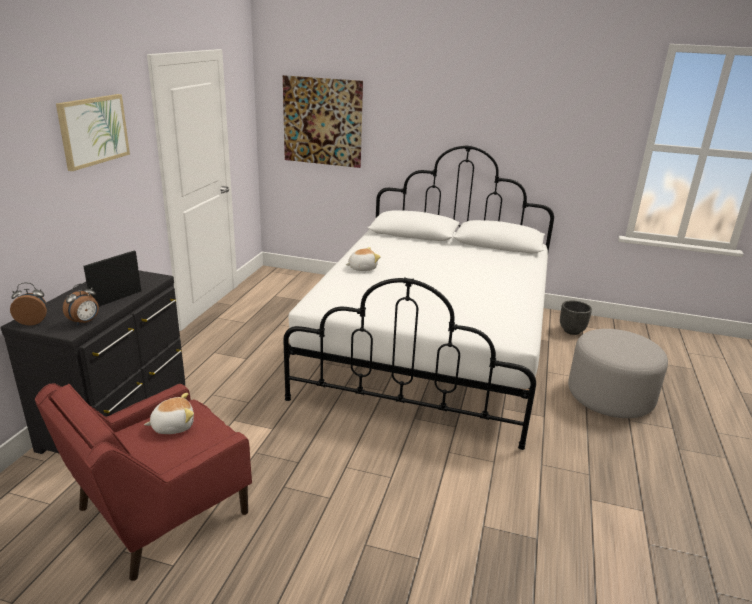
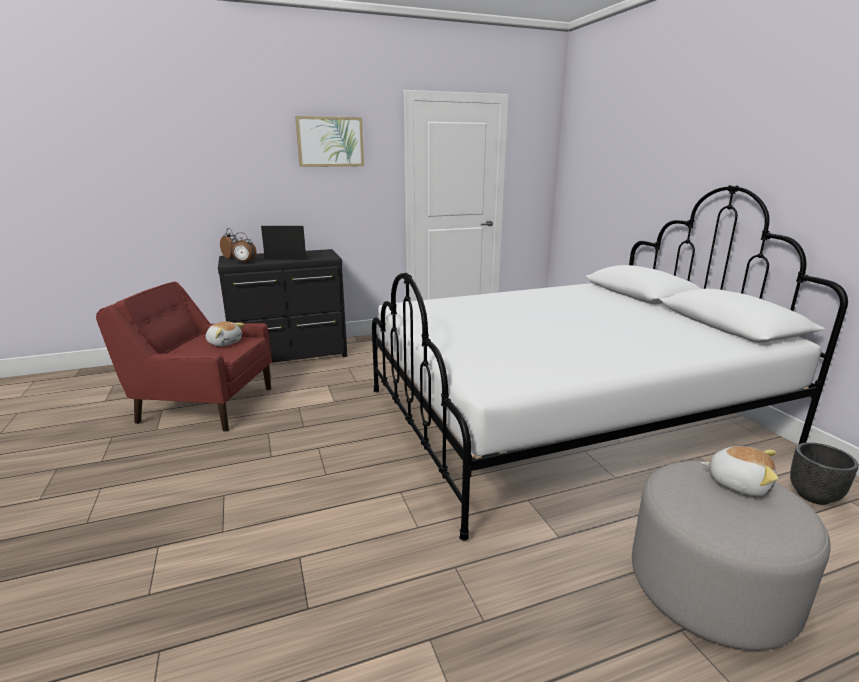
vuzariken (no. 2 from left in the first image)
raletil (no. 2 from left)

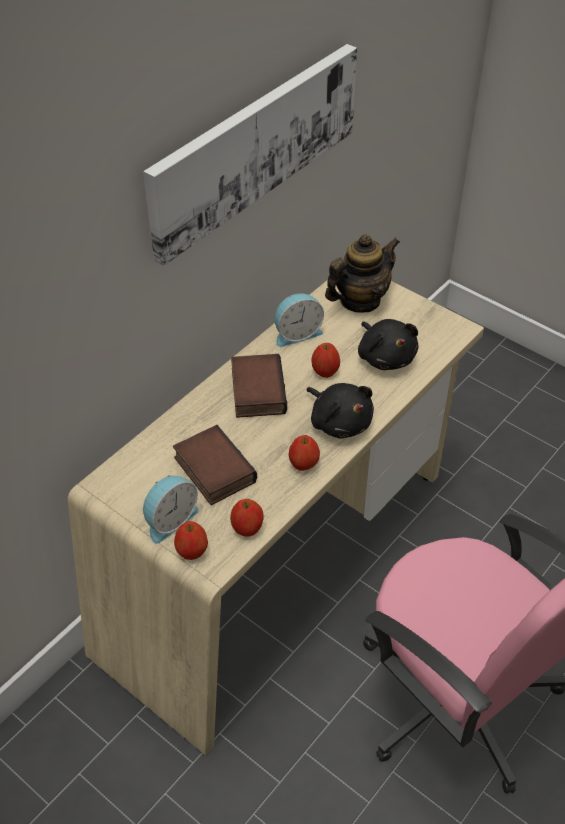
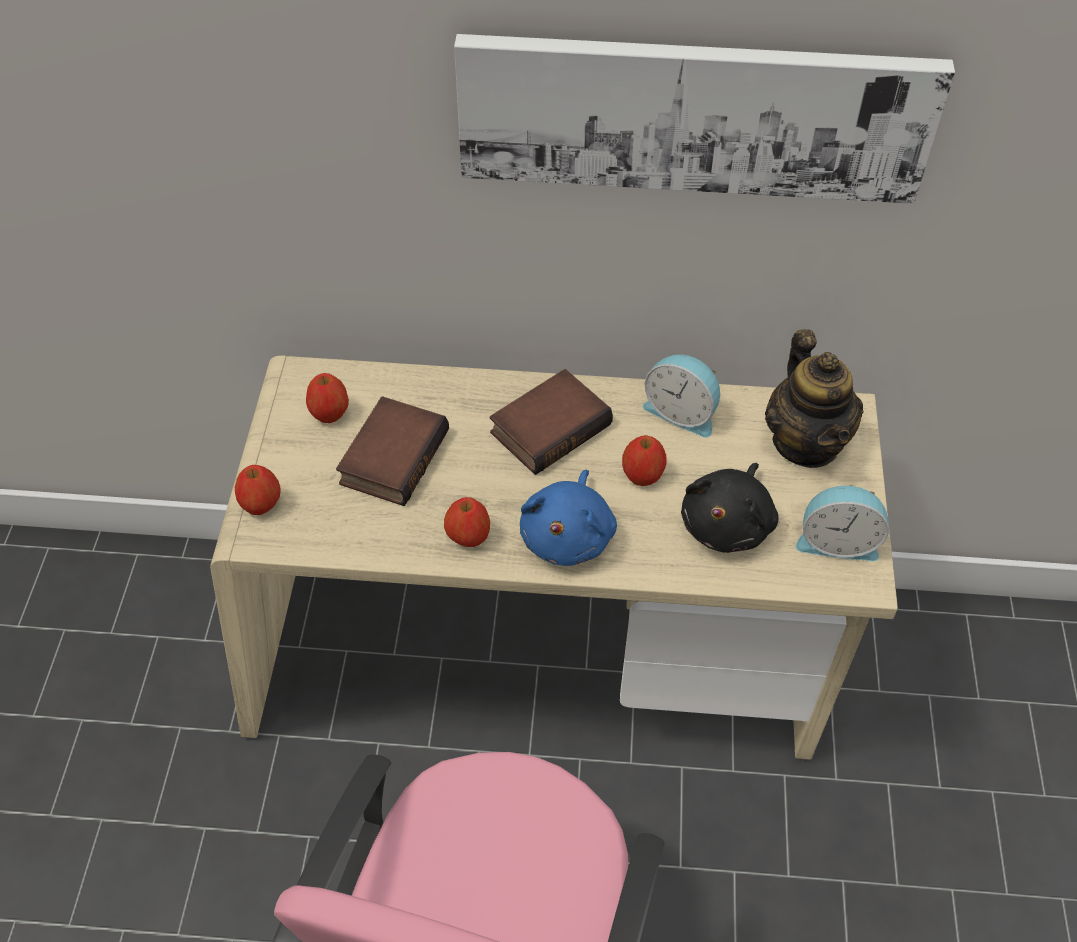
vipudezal
raletil (blue)
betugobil (no. 2 from left)
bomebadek (no. 2 from left)

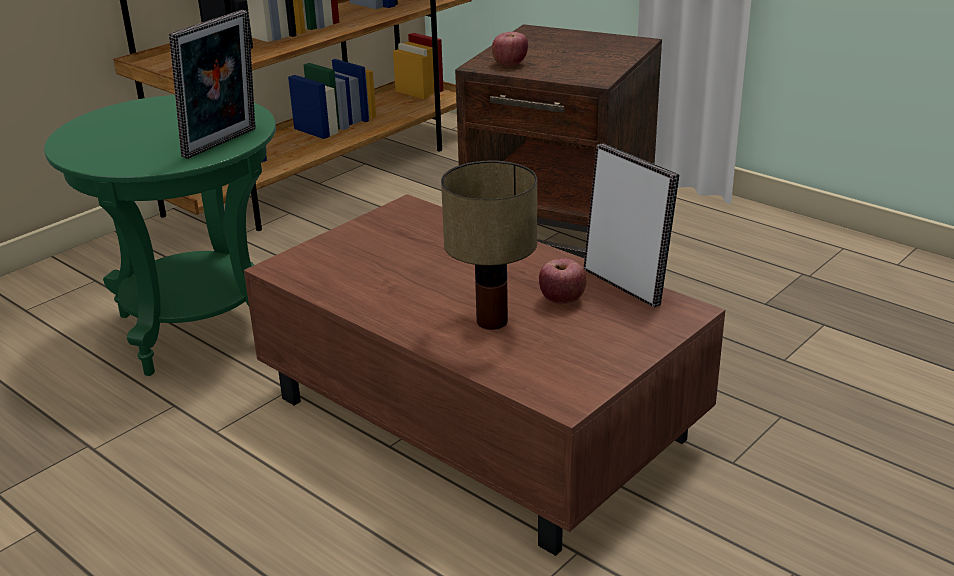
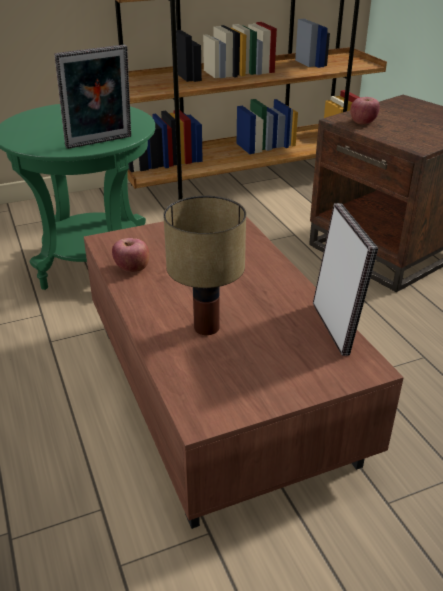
bomebadek (no. 1 from left)

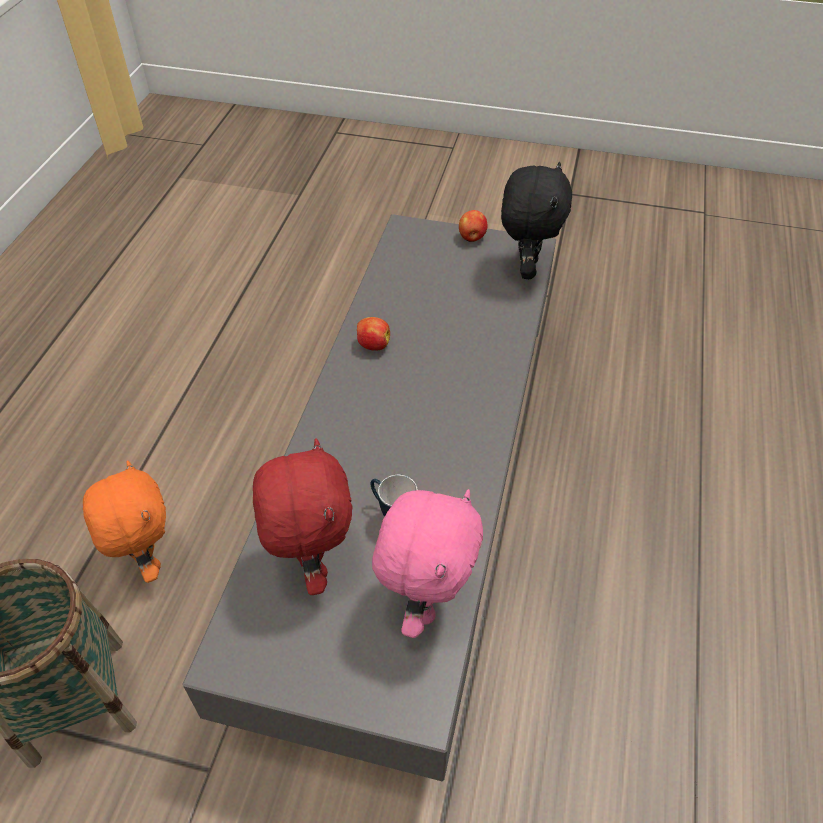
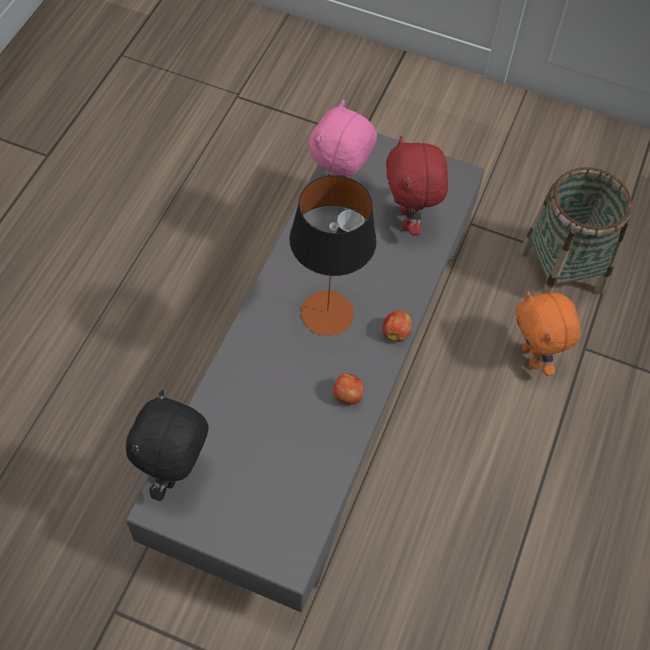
bomebadek (no. 2 from left)
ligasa

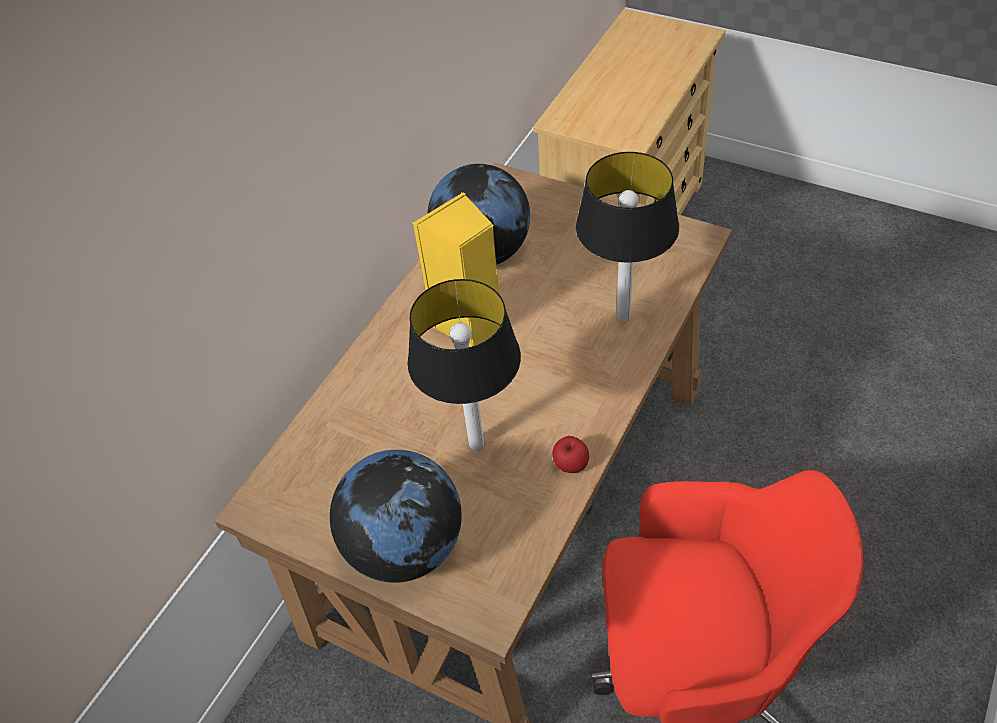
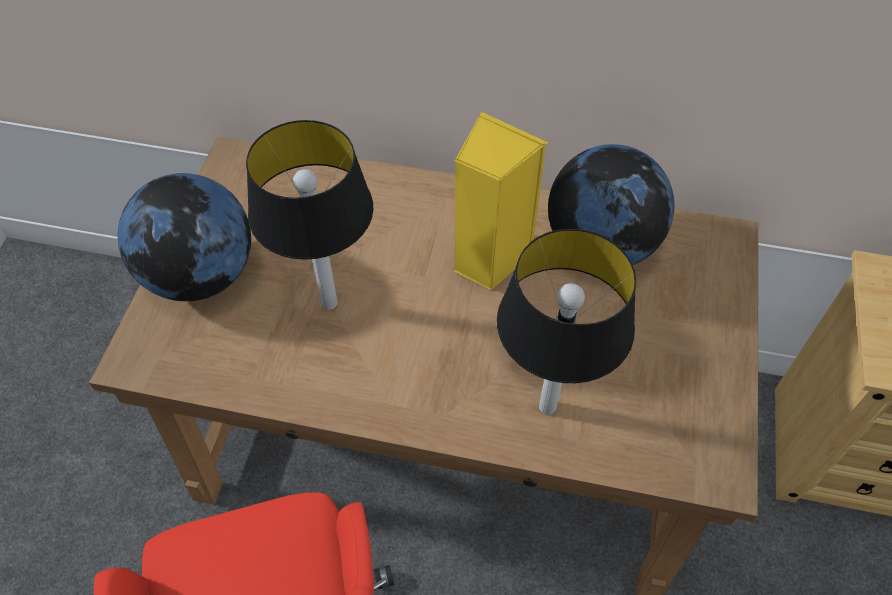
bomebadek

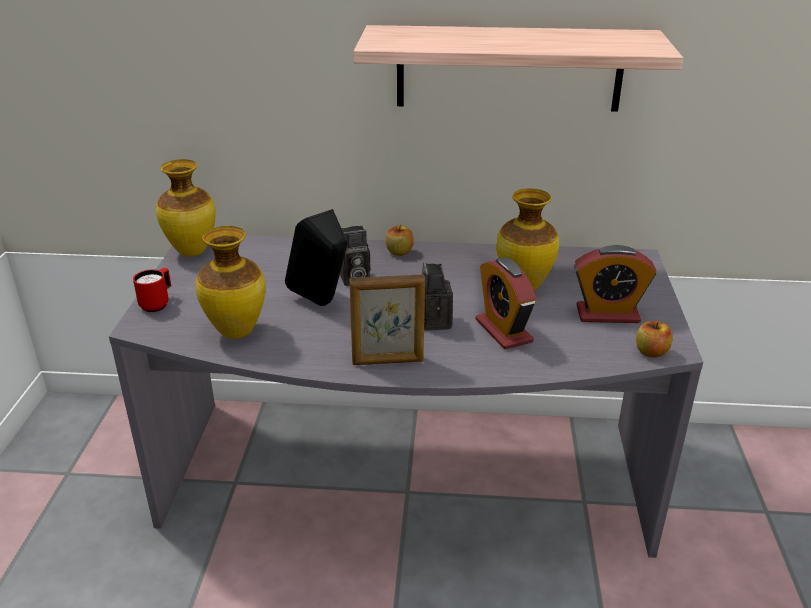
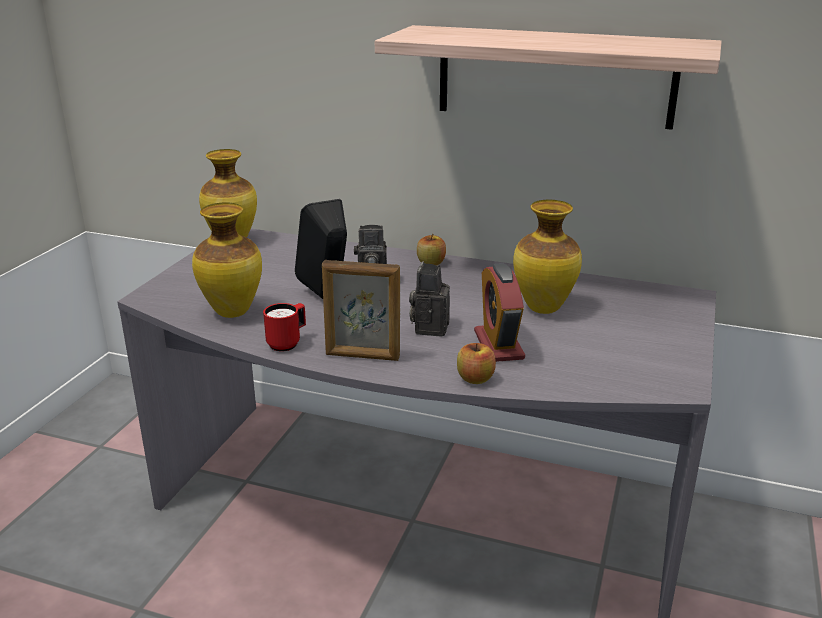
betugobil (no. 2 from left in the first image)
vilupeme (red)
bomebadek (no. 2 from left)

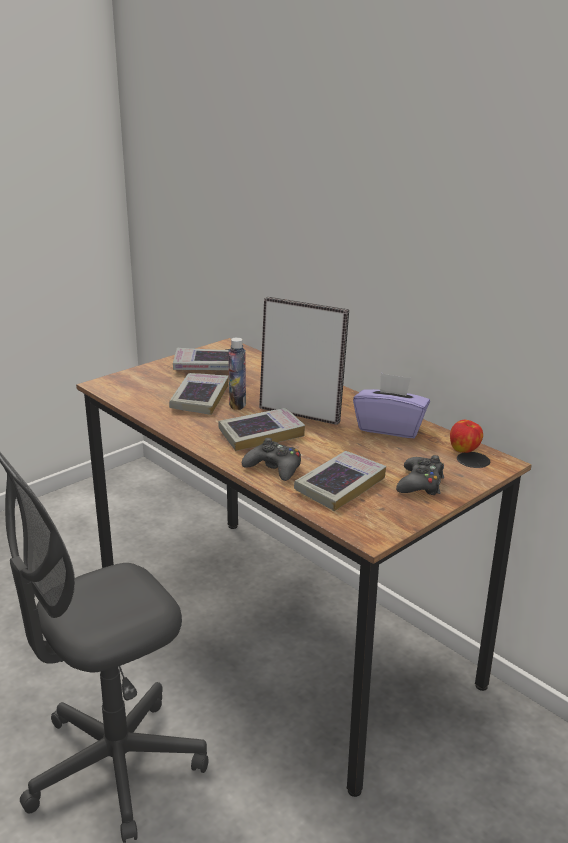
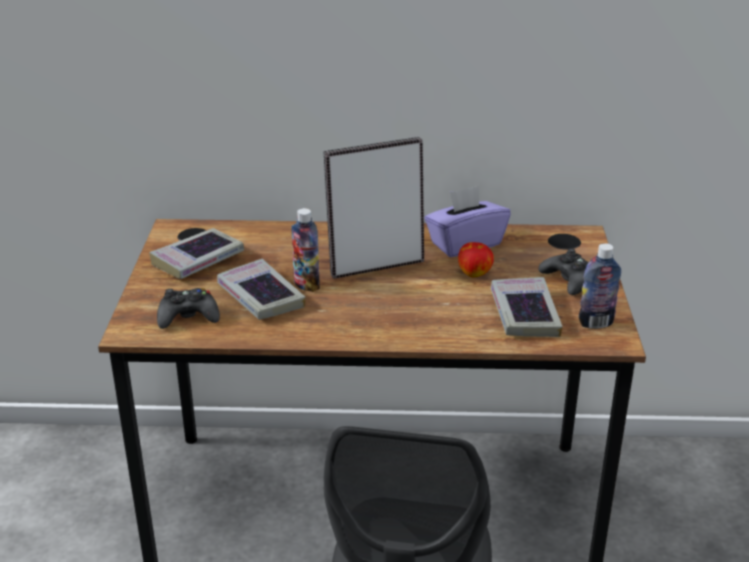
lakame (no. 3 from left in the first image)
bomebadek
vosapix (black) (no. 1 from left)
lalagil (no. 2 from left)

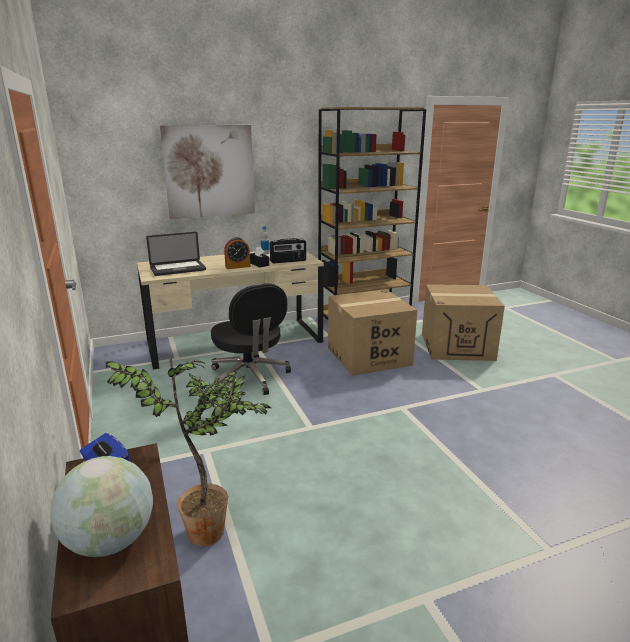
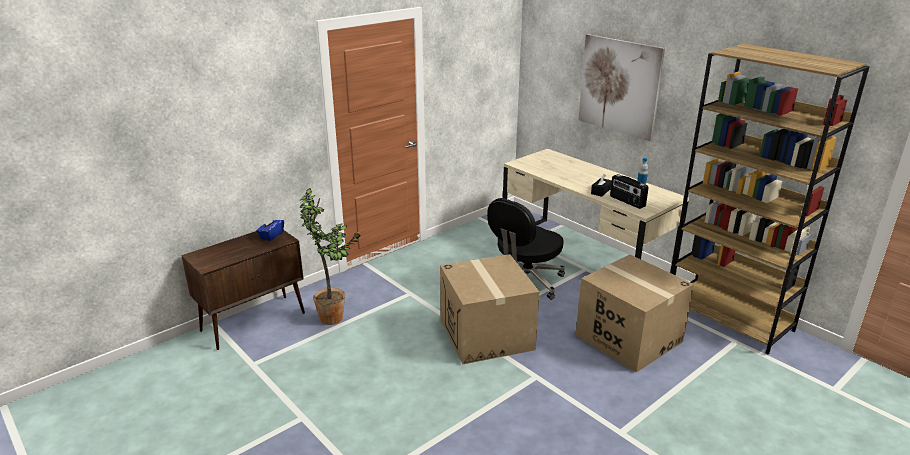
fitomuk
betugobil
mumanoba (no. 1 from left)
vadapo

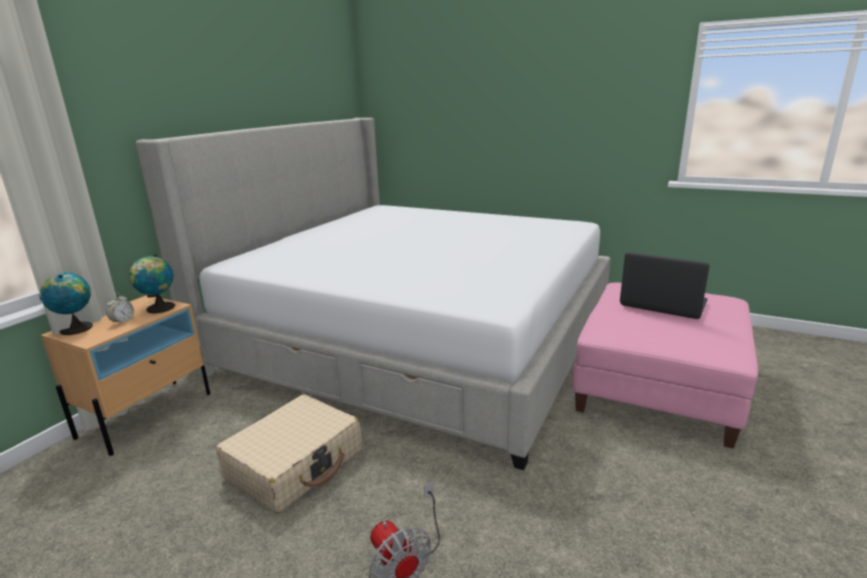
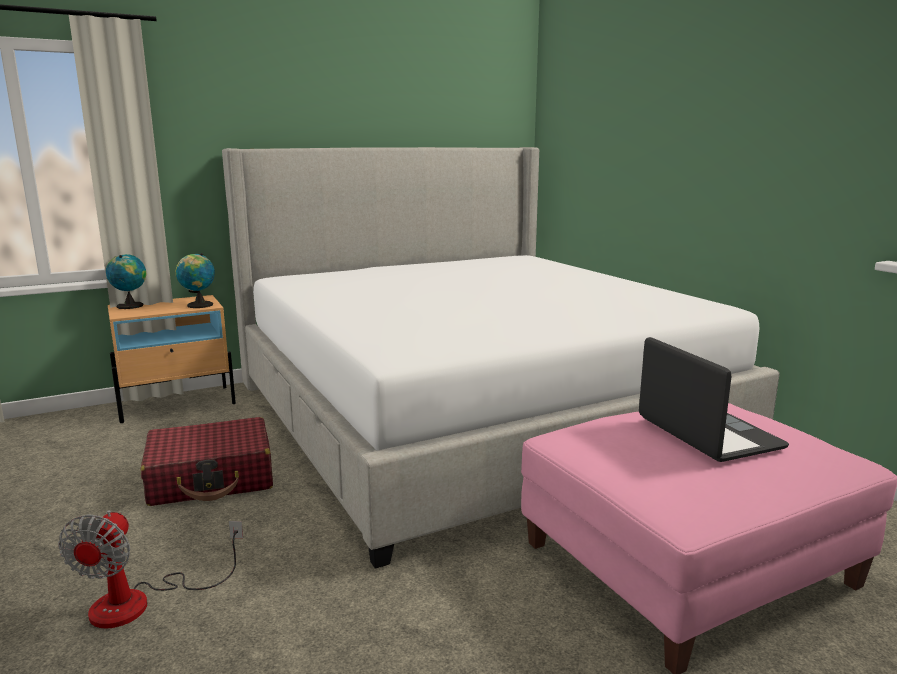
betugobil
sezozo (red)

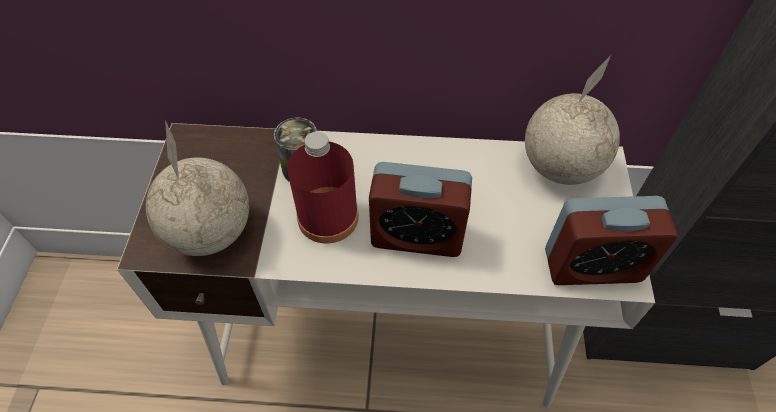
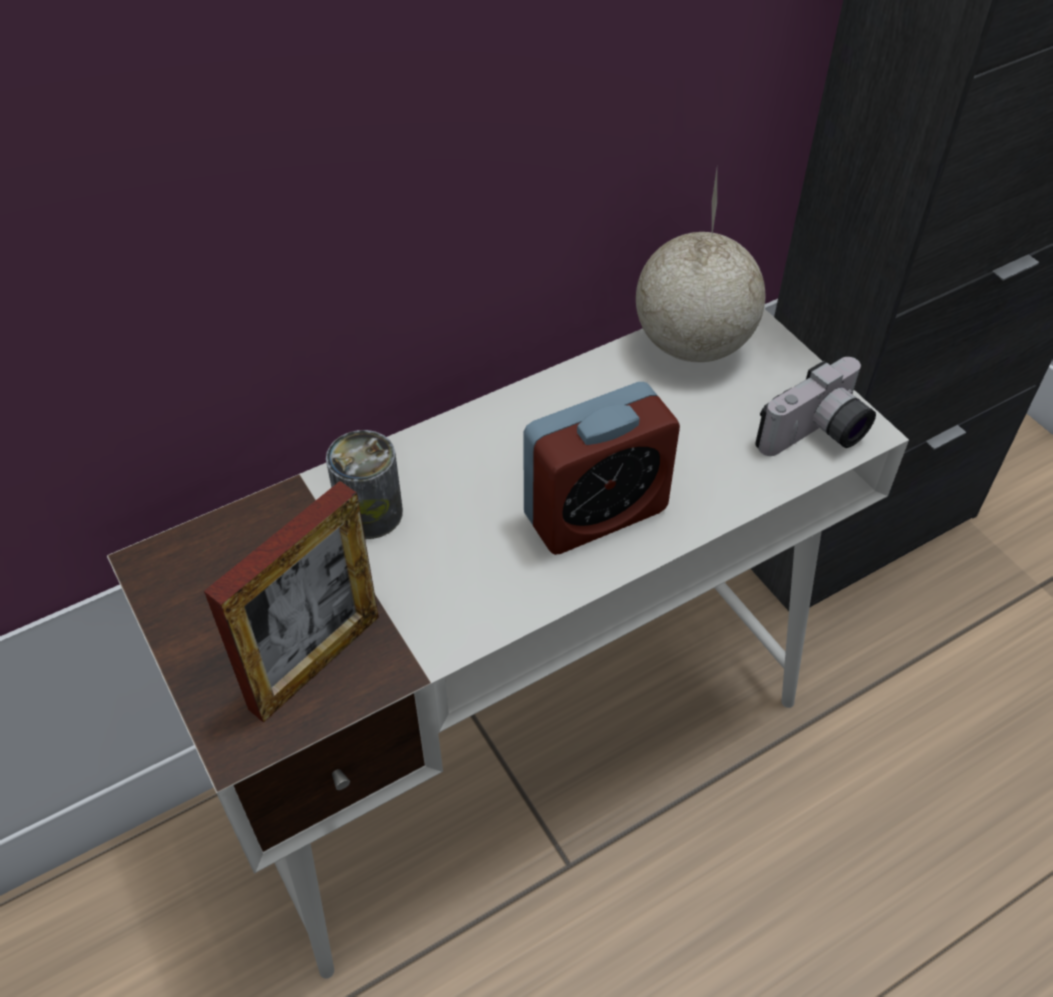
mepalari
lalagil (red)
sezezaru

